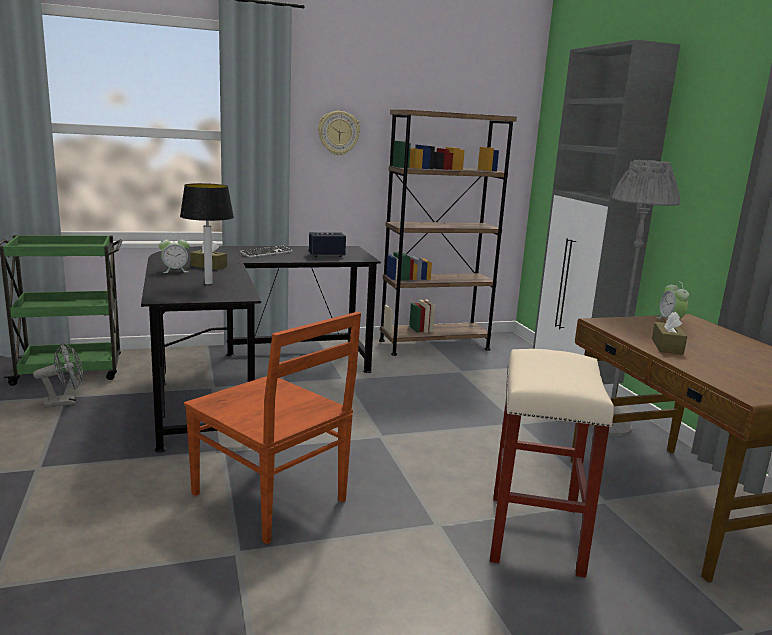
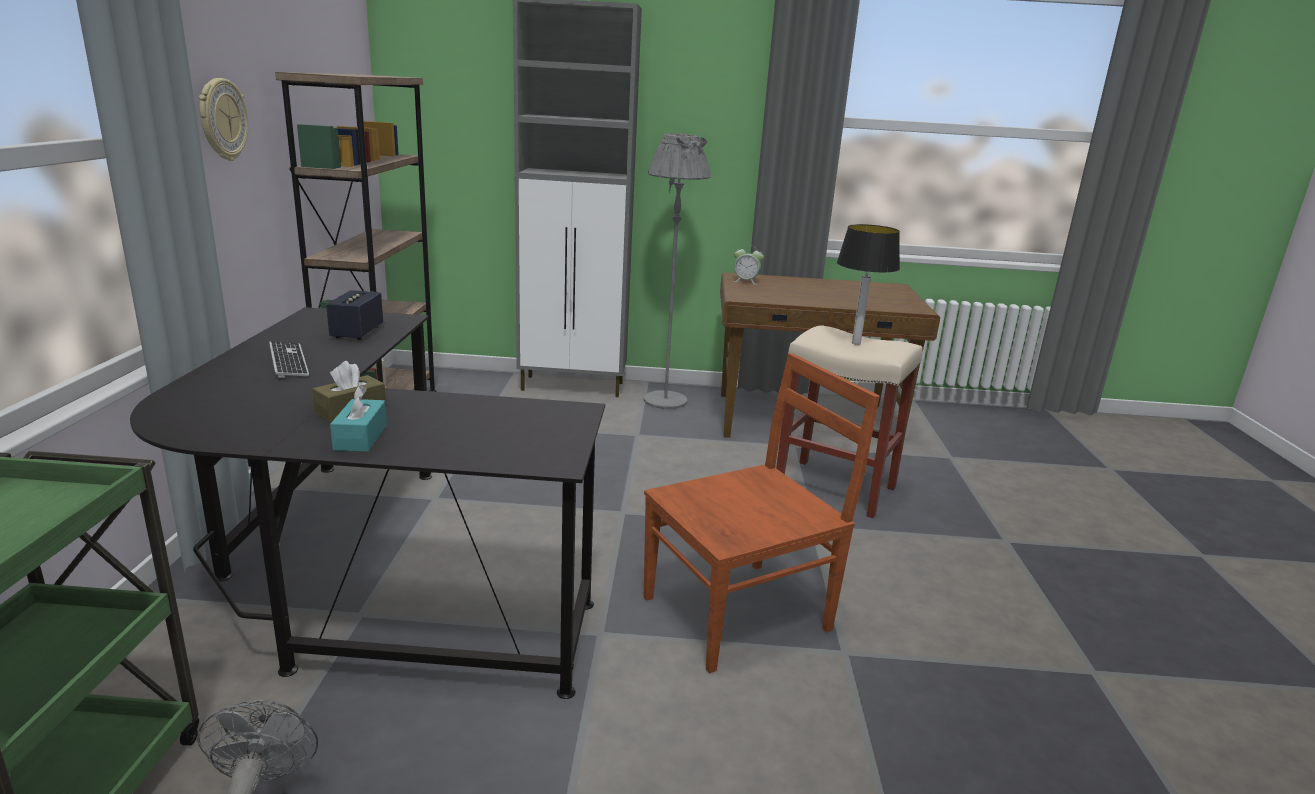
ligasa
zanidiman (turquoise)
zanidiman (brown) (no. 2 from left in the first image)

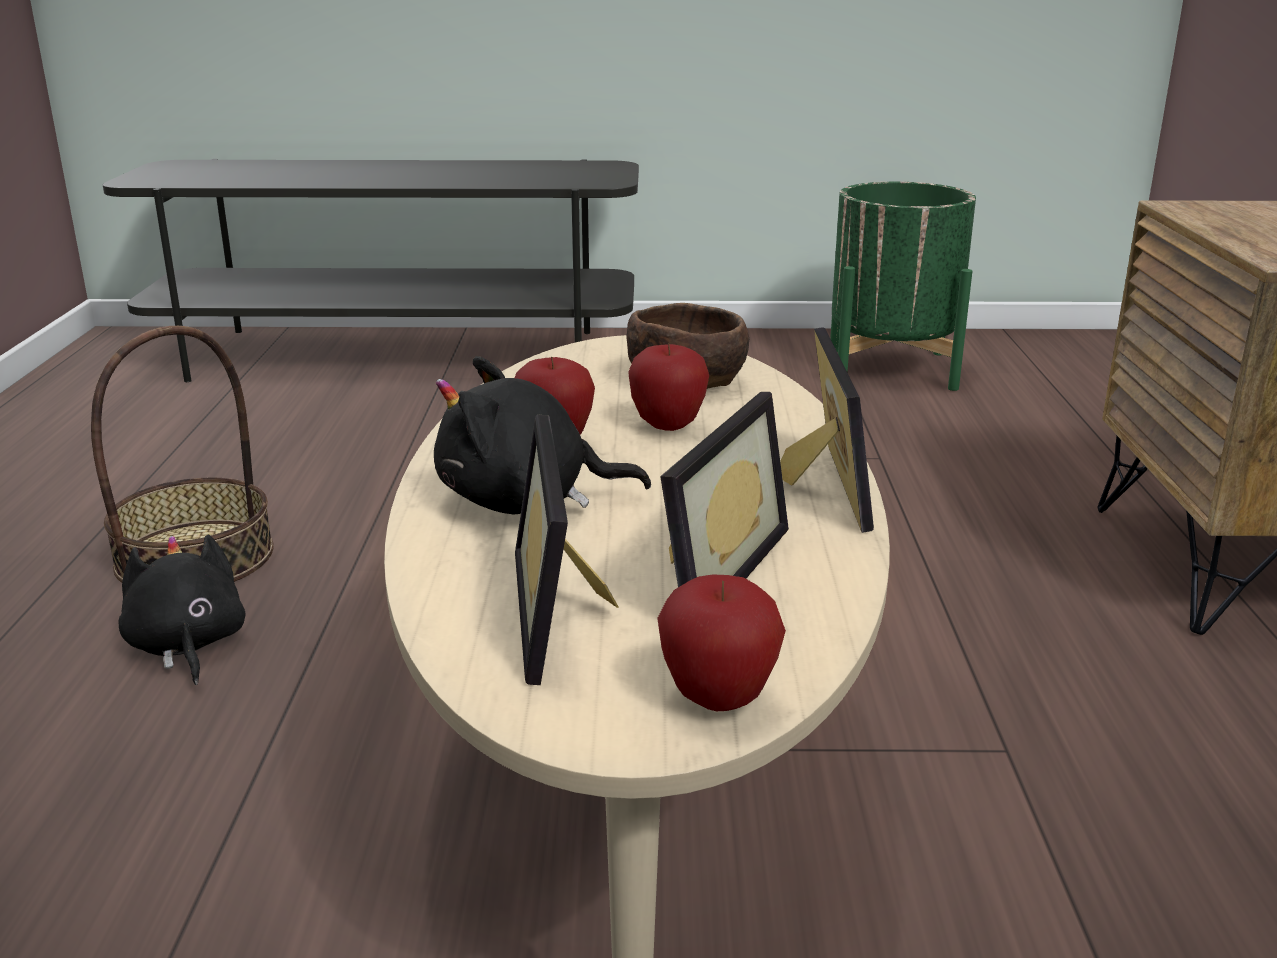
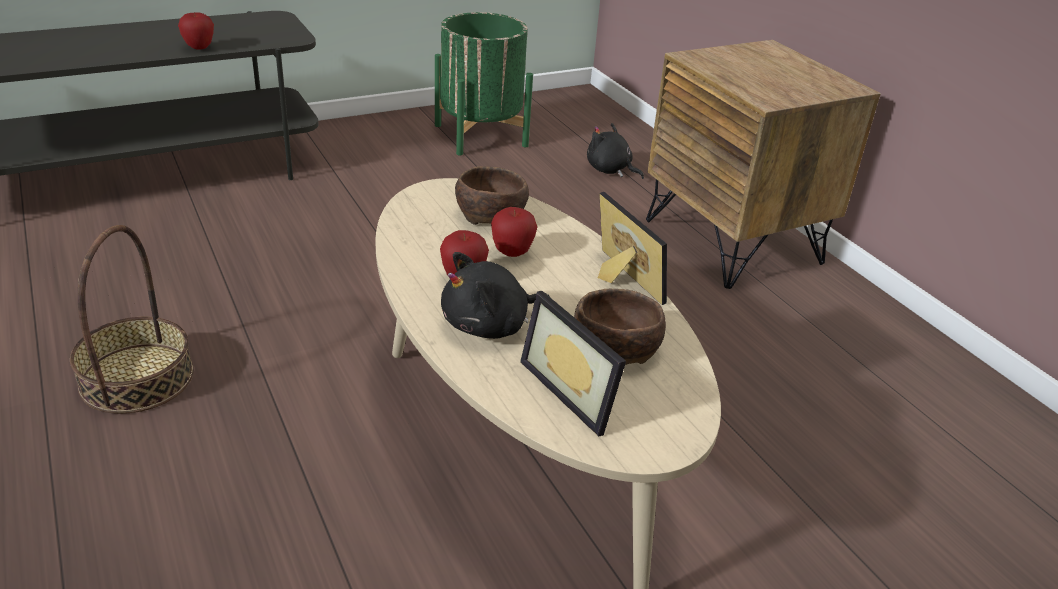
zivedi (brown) (no. 2 from left)
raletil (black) (no. 2 from left)
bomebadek (no. 1 from left)

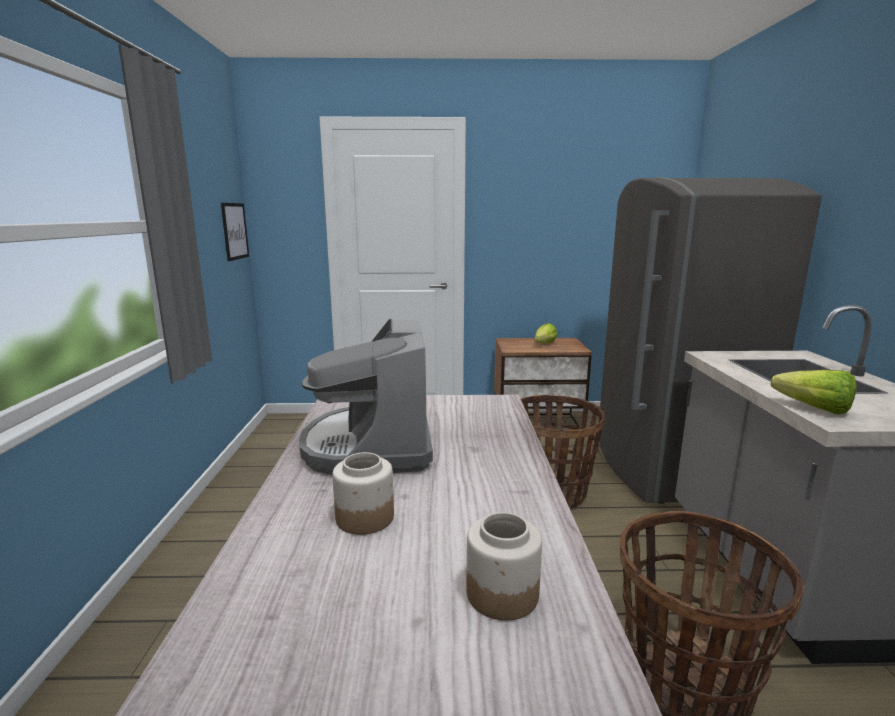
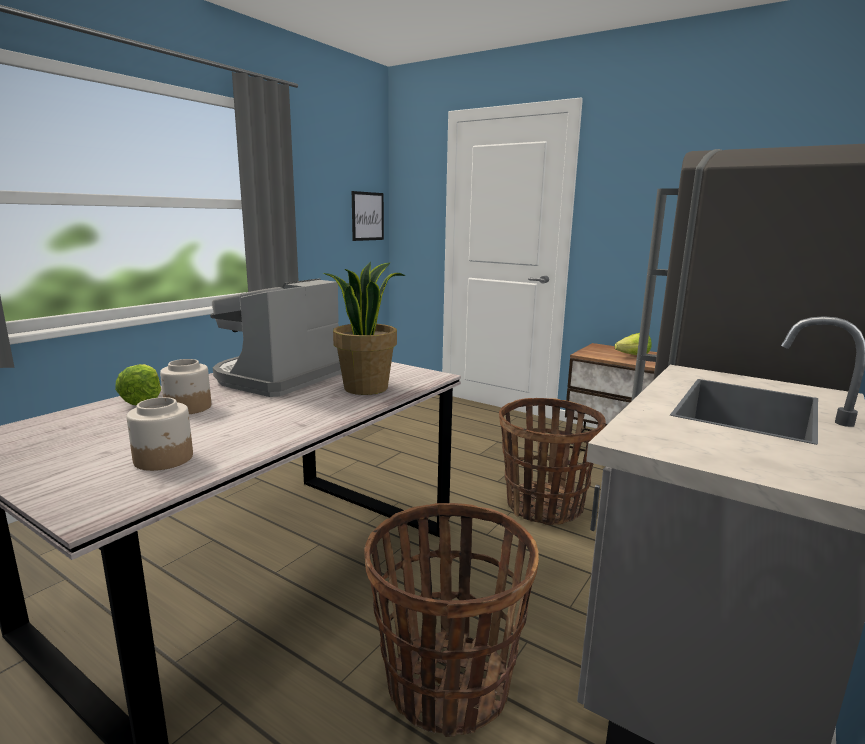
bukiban (no. 1 from left)
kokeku

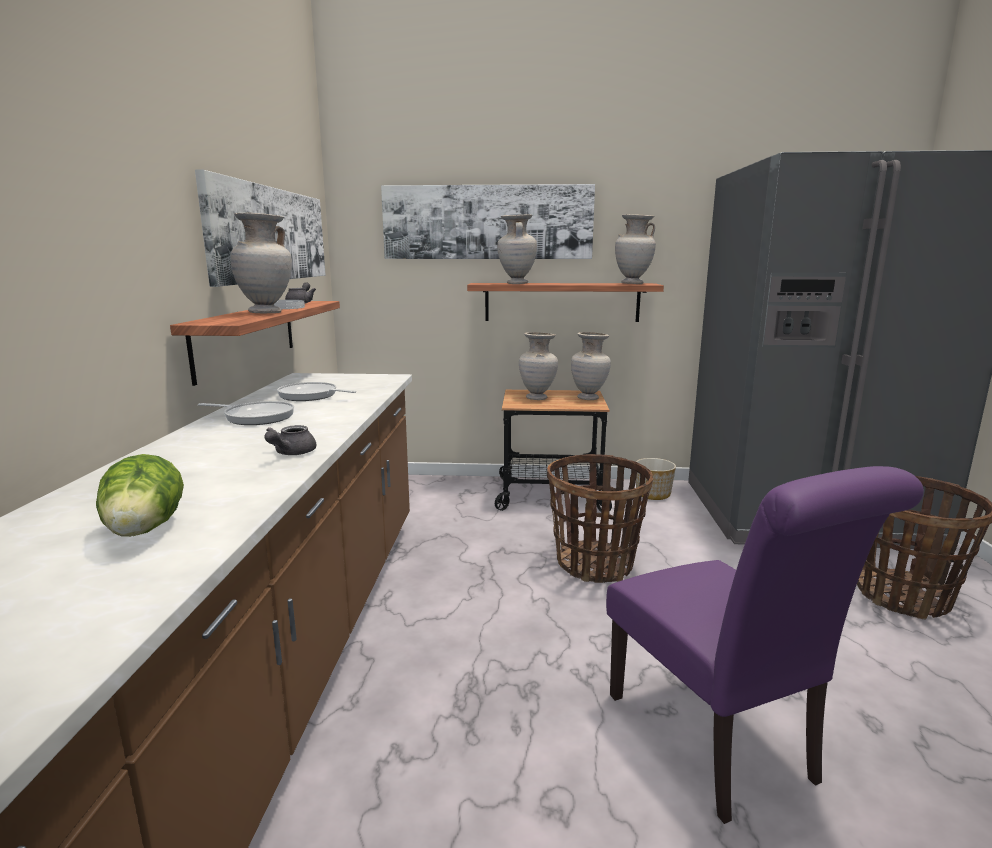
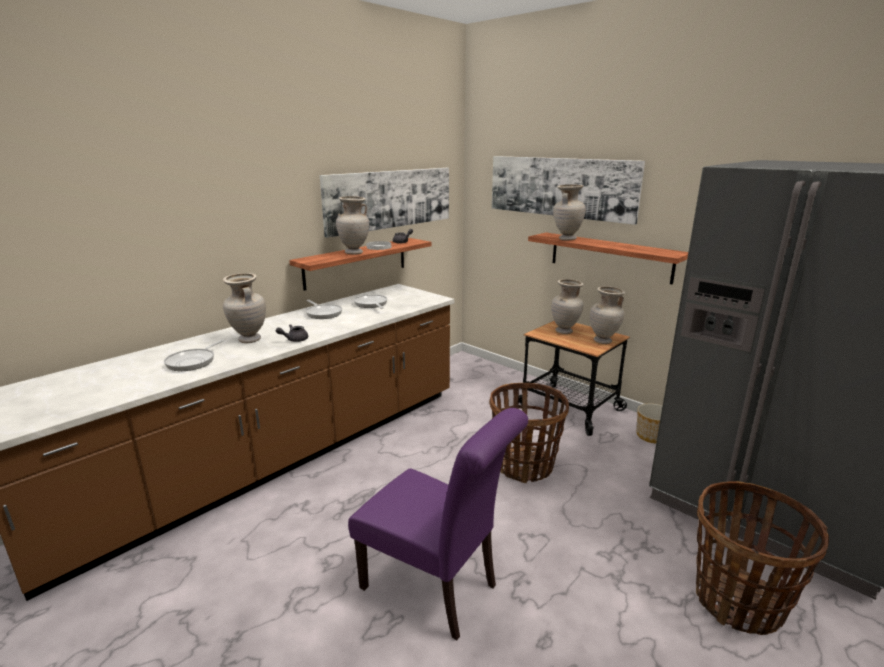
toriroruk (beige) (no. 1 from left)
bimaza (no. 1 from left)
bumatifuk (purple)

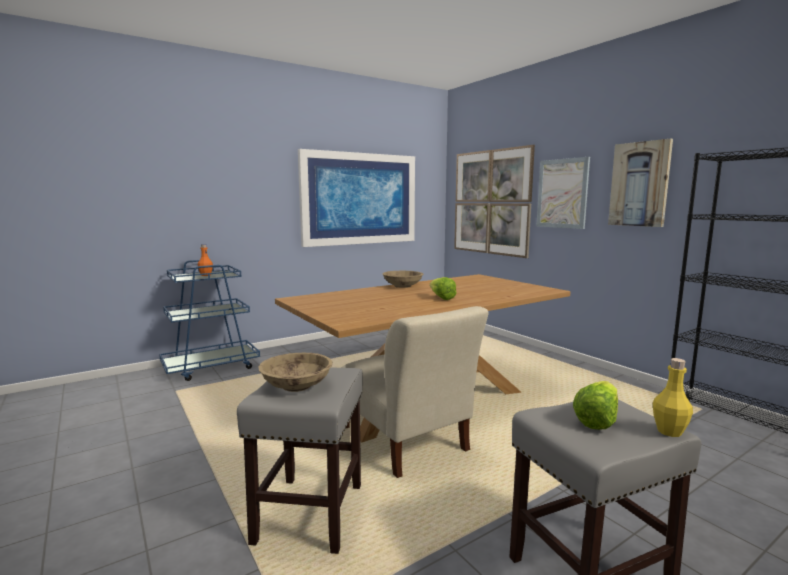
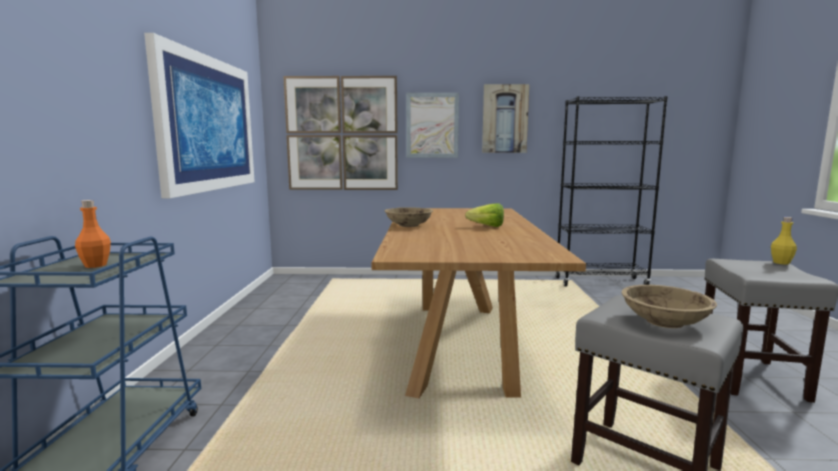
bumatifuk (beige)
bukiban (no. 2 from left in the first image)

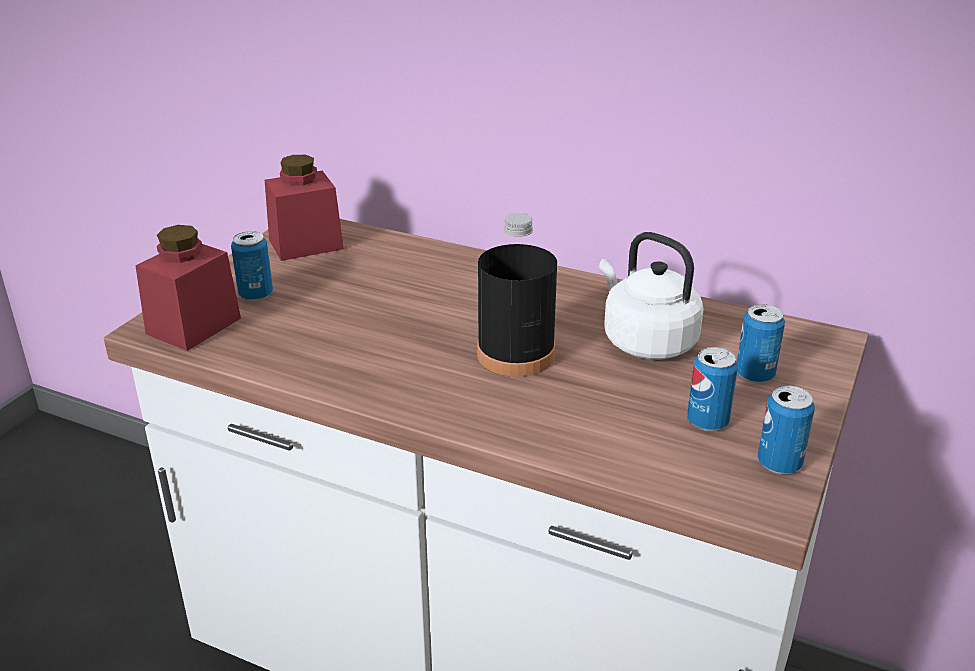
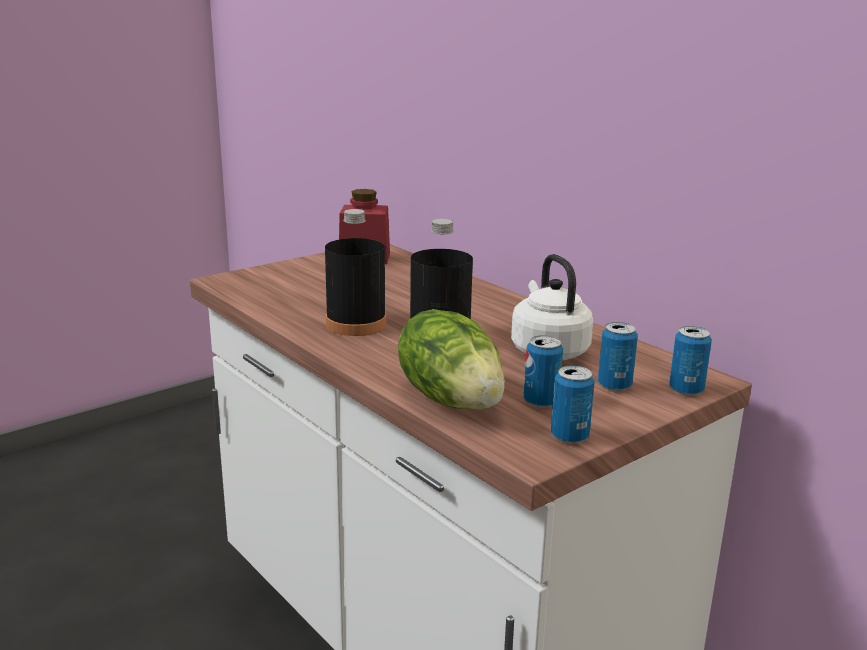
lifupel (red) (no. 1 from left in the first image)
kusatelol (no. 4 from left)
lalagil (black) (no. 1 from left)
bukiban

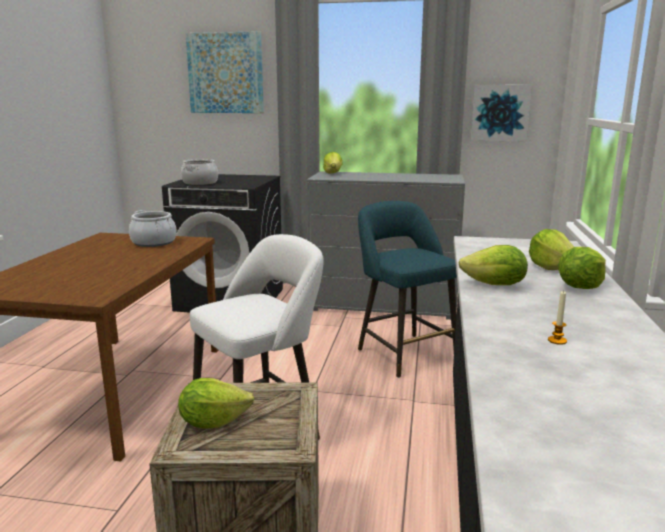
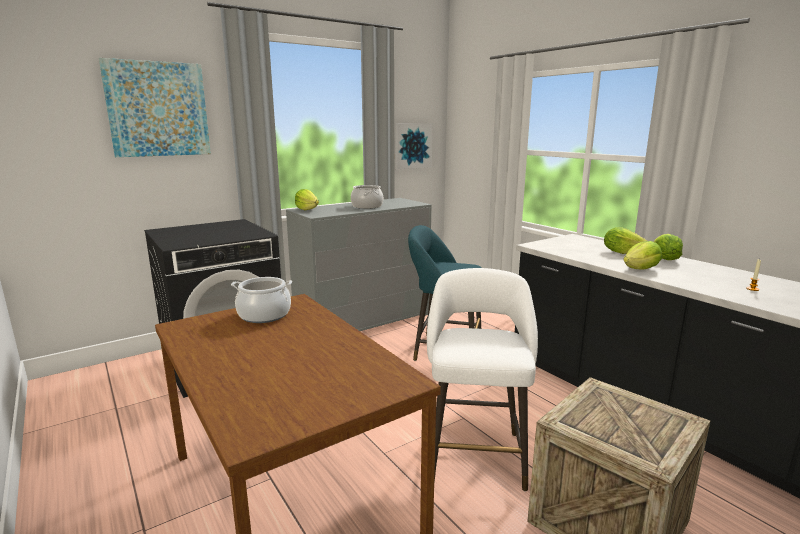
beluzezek (no. 2 from left)
bukiban (no. 1 from left in the first image)

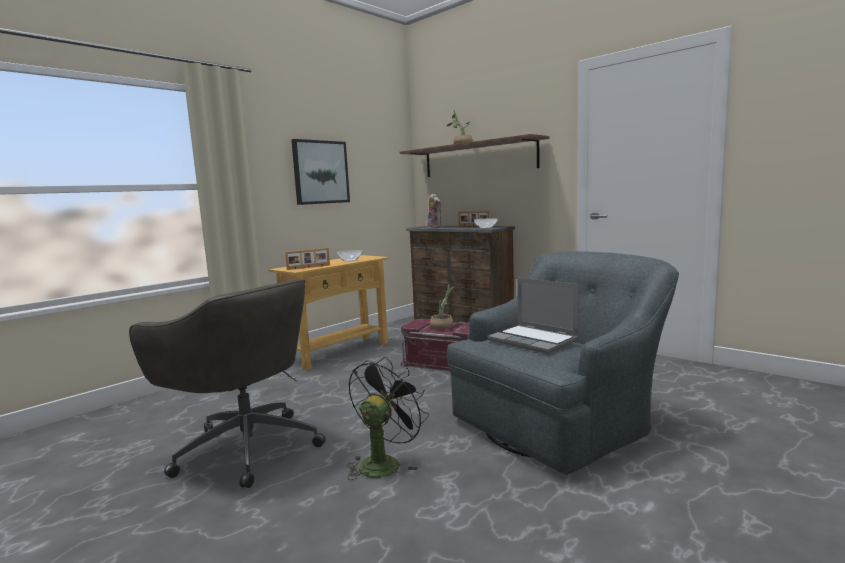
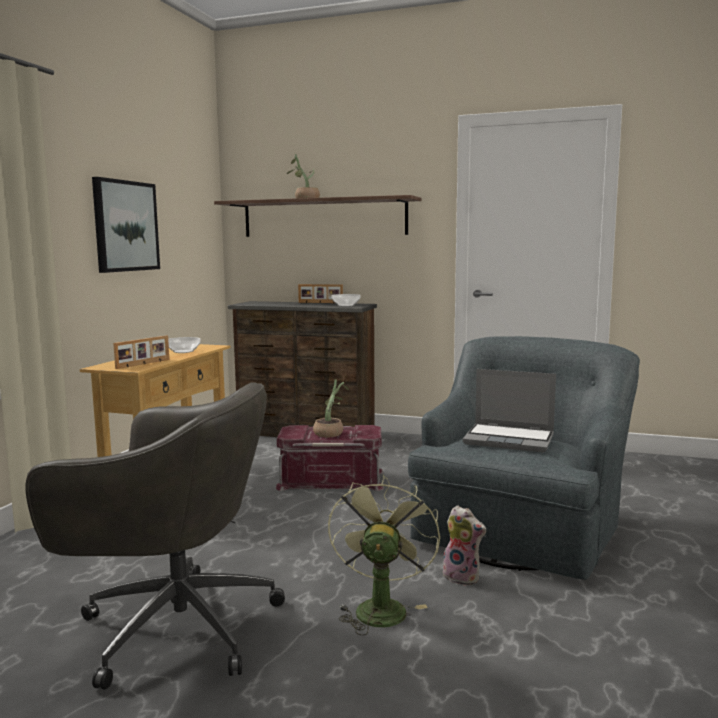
raletil
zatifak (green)

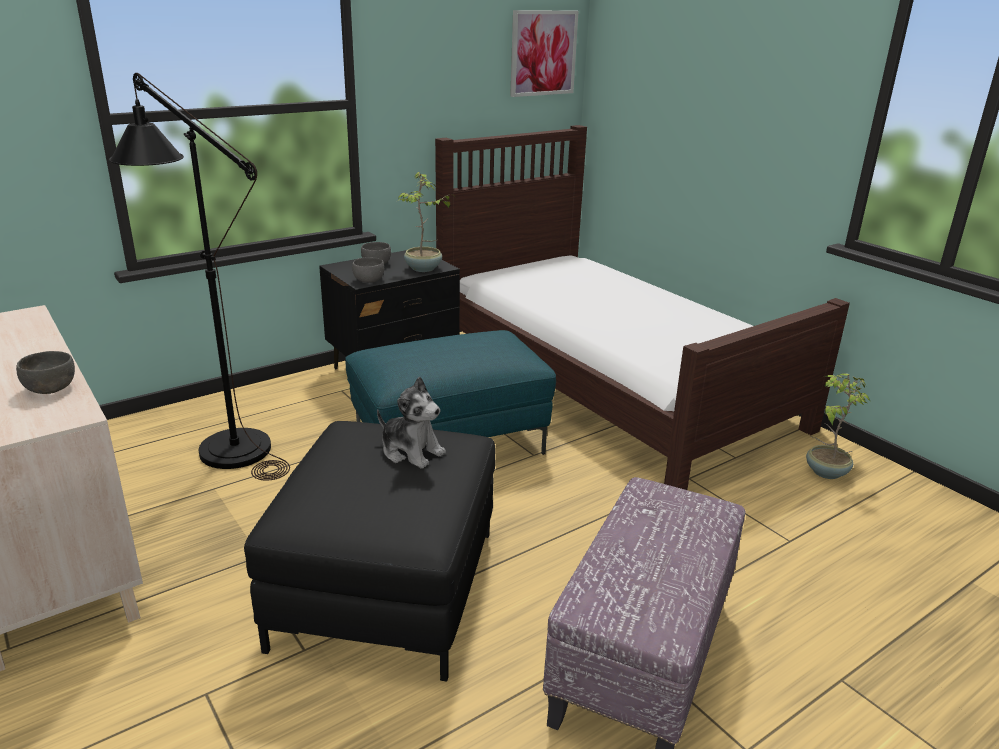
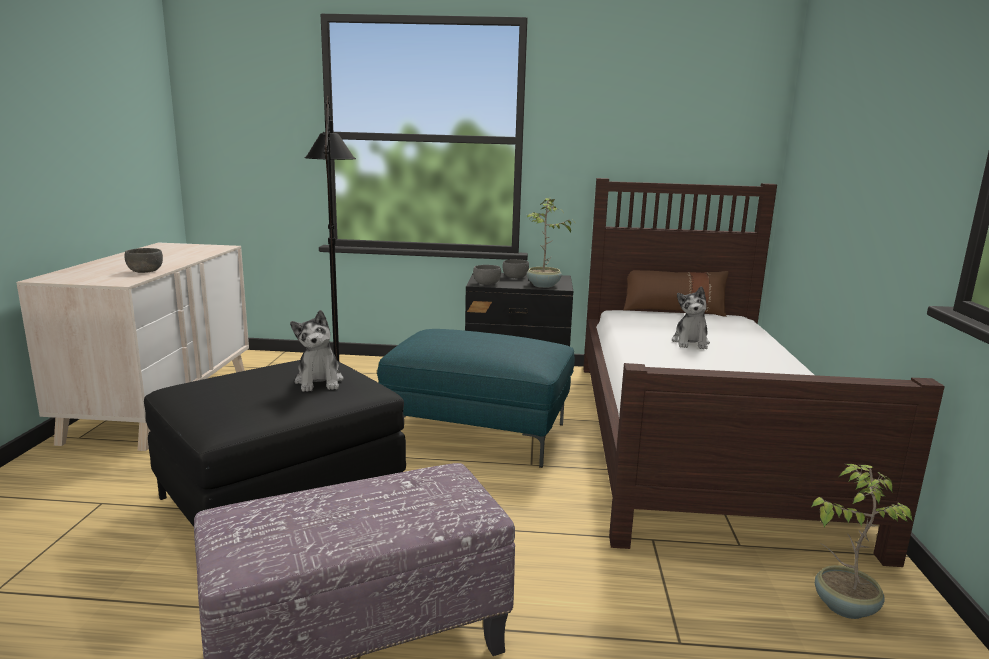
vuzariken
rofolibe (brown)
raletil (no. 2 from left)

